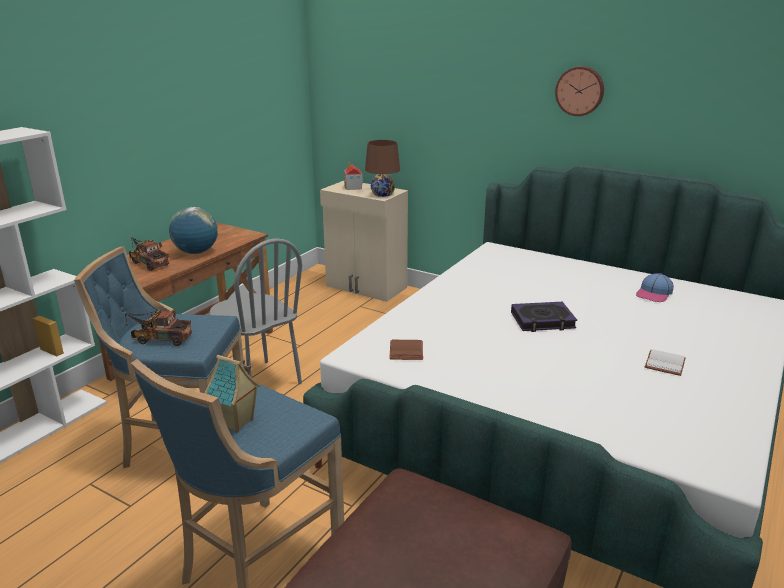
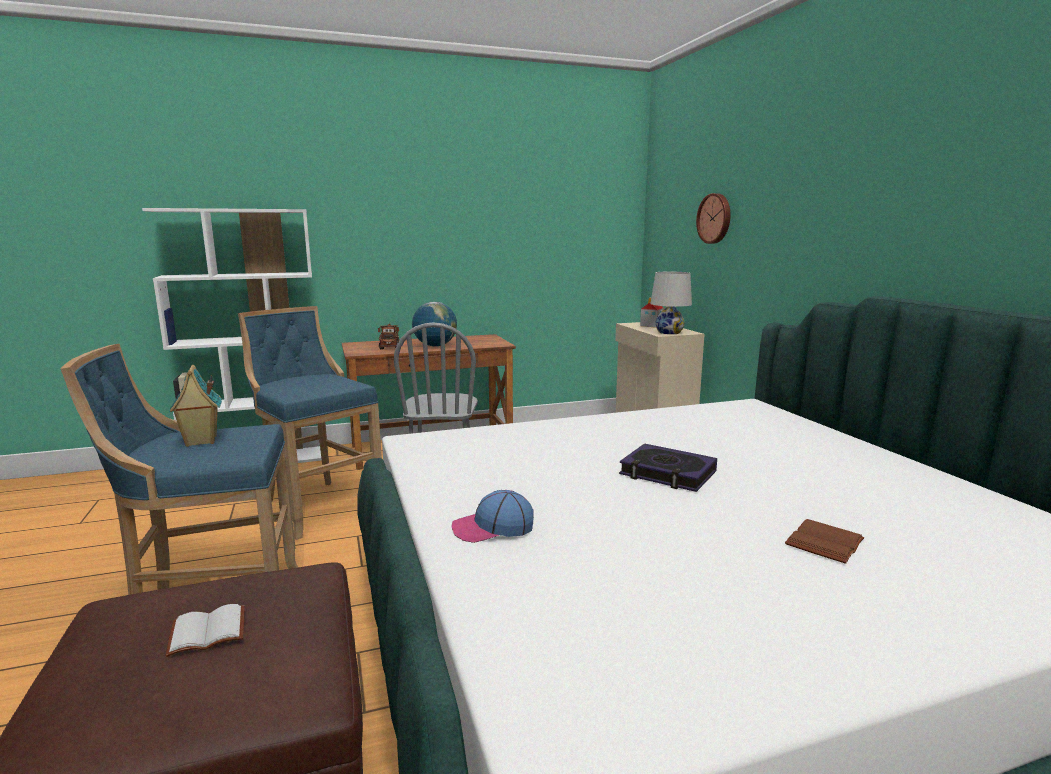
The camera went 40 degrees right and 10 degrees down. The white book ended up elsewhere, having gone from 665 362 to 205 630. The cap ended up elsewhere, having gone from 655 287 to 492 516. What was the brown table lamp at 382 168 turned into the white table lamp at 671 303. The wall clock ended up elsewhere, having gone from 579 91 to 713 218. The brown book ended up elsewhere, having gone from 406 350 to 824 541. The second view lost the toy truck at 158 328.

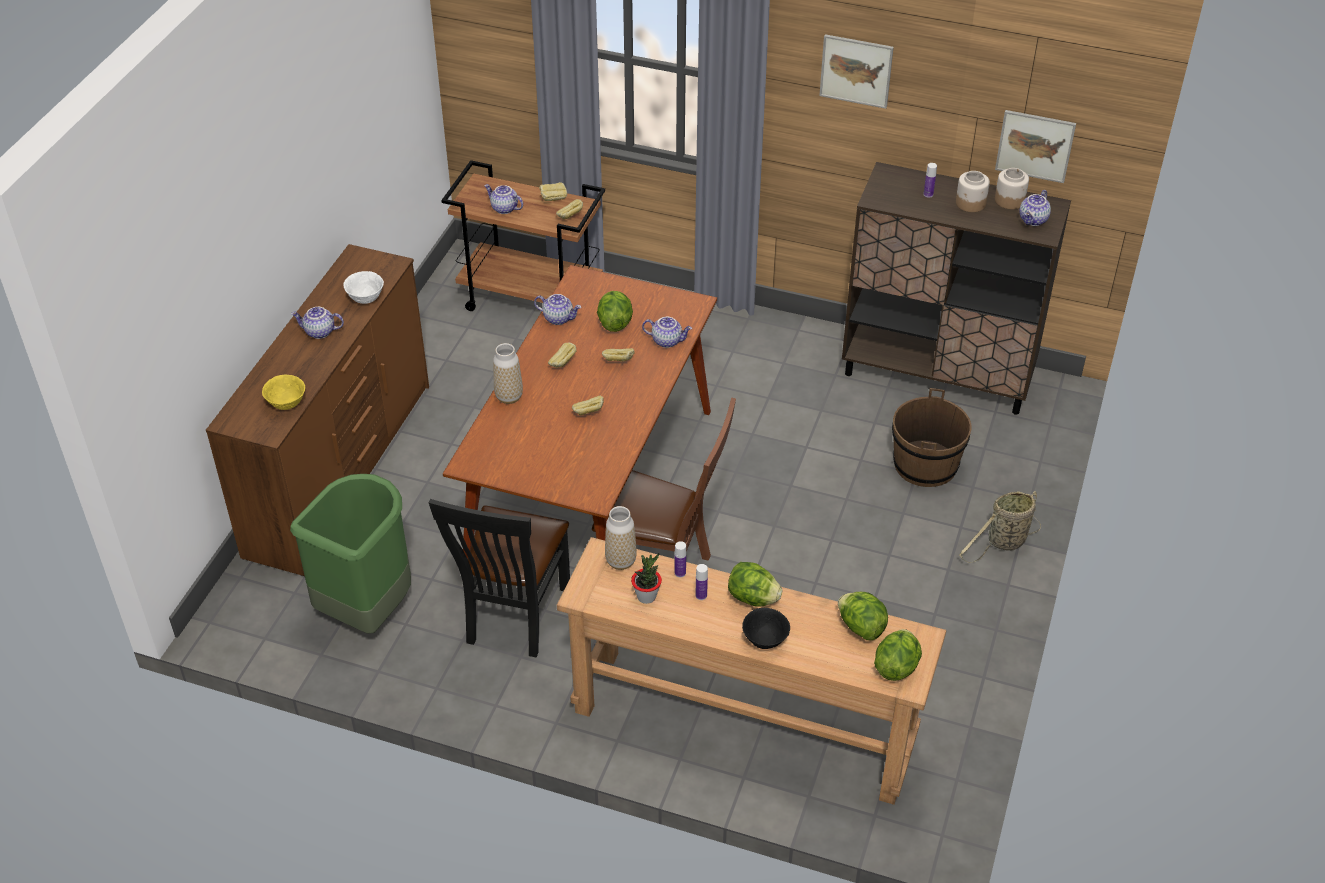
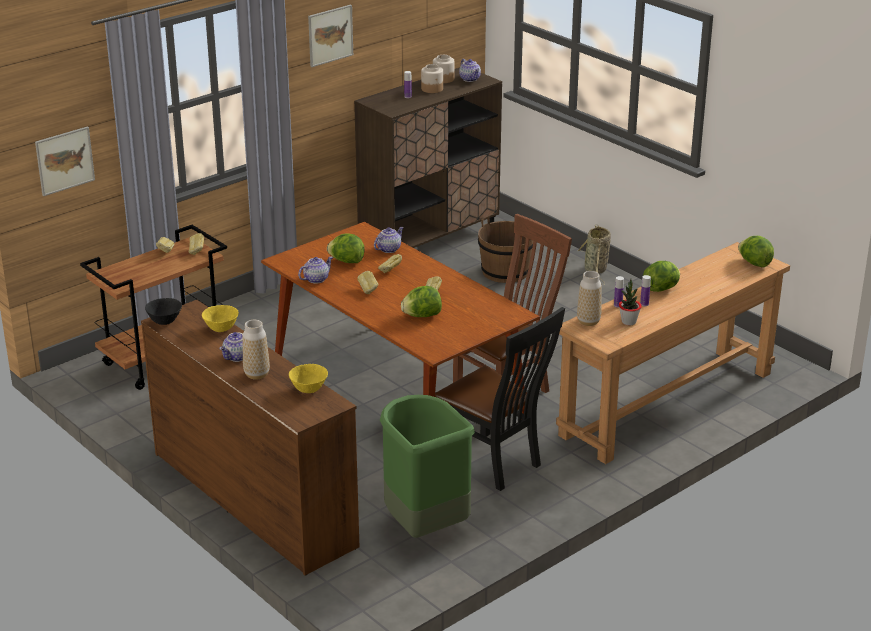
The camera went 60 degrees left and 15 degrees down. The picture ended up elsewhere, having gone from 1035 146 to 65 161. The black bowl ended up elsewhere, having gone from 766 628 to 163 311. What was the white bowl at 363 287 turned into the yellow bowl at 220 318. The vase ended up elsewhere, having gone from 508 373 to 256 350. The lettuce ended up elsewhere, having gone from 863 616 to 421 301. The second view lost the teapot at 503 199.

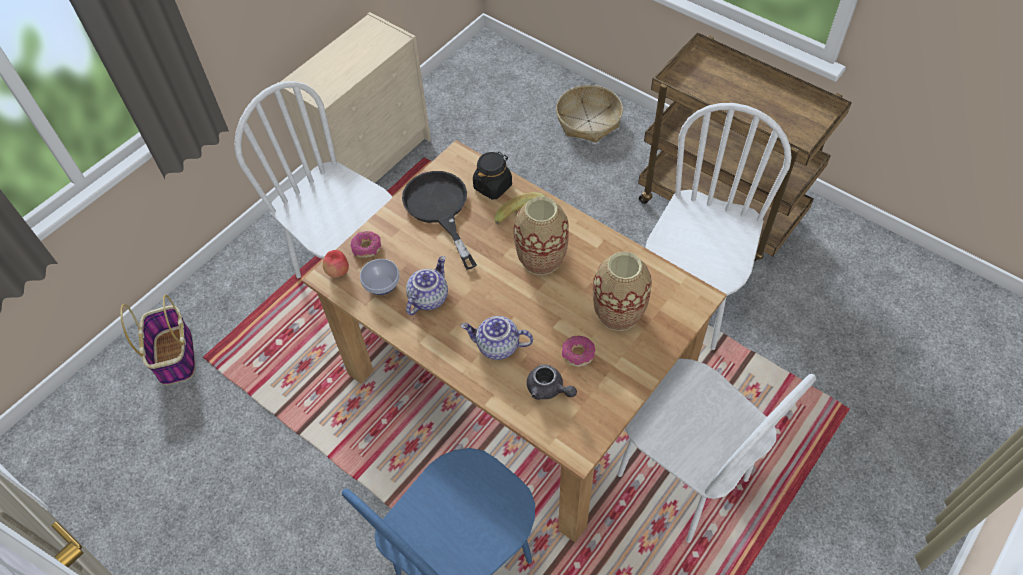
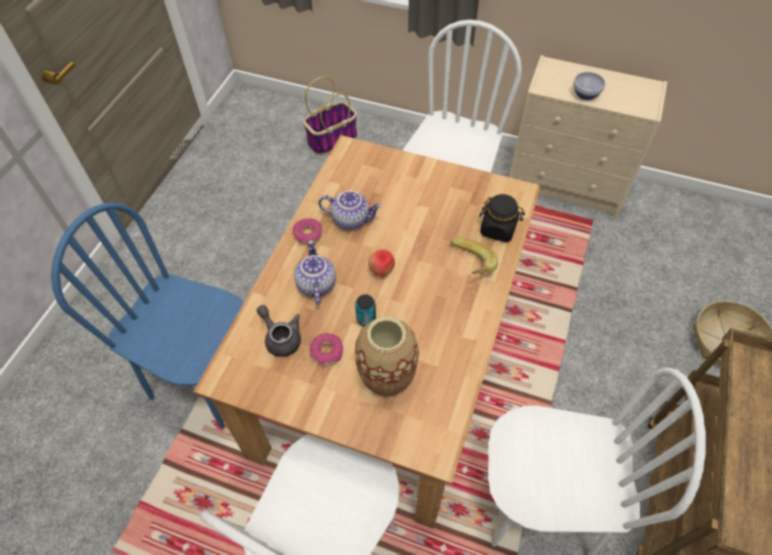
The camera went 70 degrees right and 0 degrees up. The grey teapot at 552 382 ended up facing another way, 120 degrees clockwise from before. The donut ended up elsewhere, having gone from 366 244 to 307 231. The second view gained the can at 365 310. The apple ended up elsewhere, having gone from 336 264 to 381 263. The bowl ended up elsewhere, having gone from 380 277 to 589 86. The second view lost the black frying pan at 439 220. The second view lost the vase at 541 235.

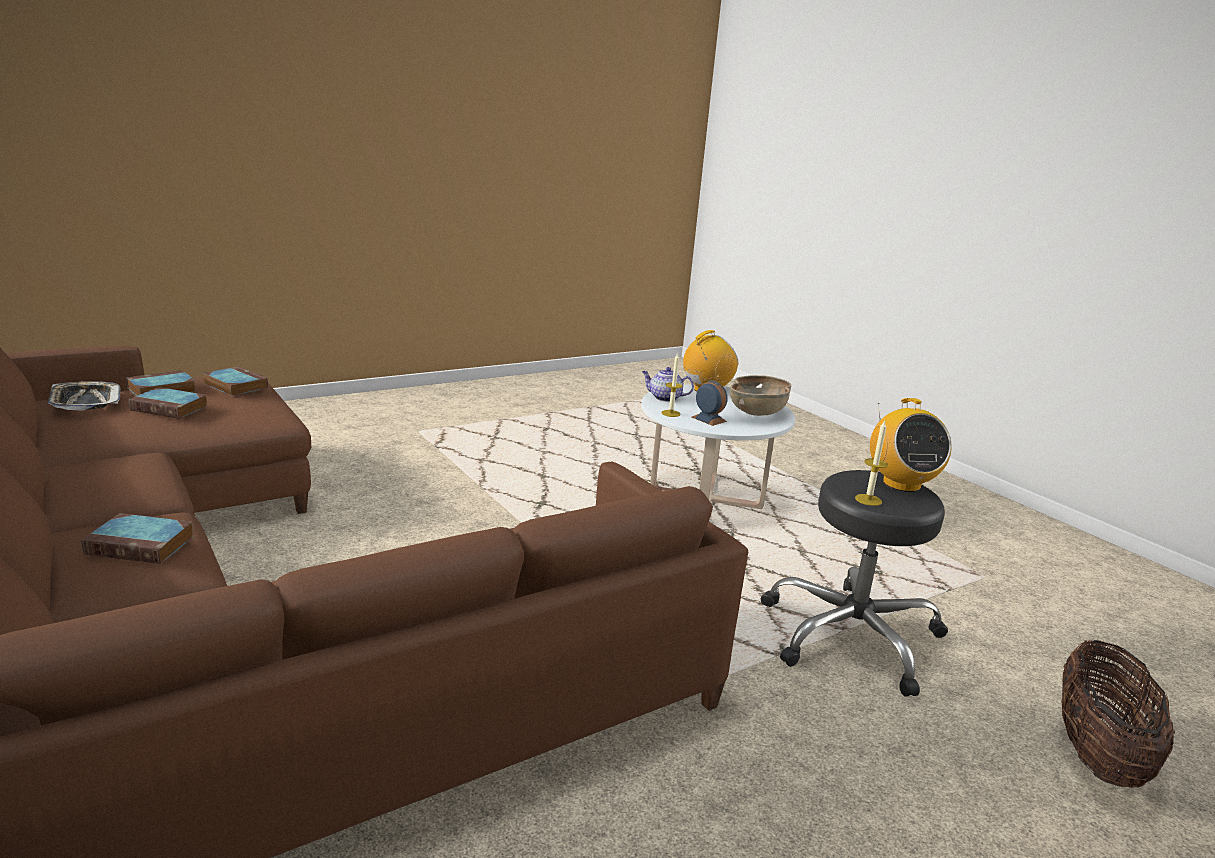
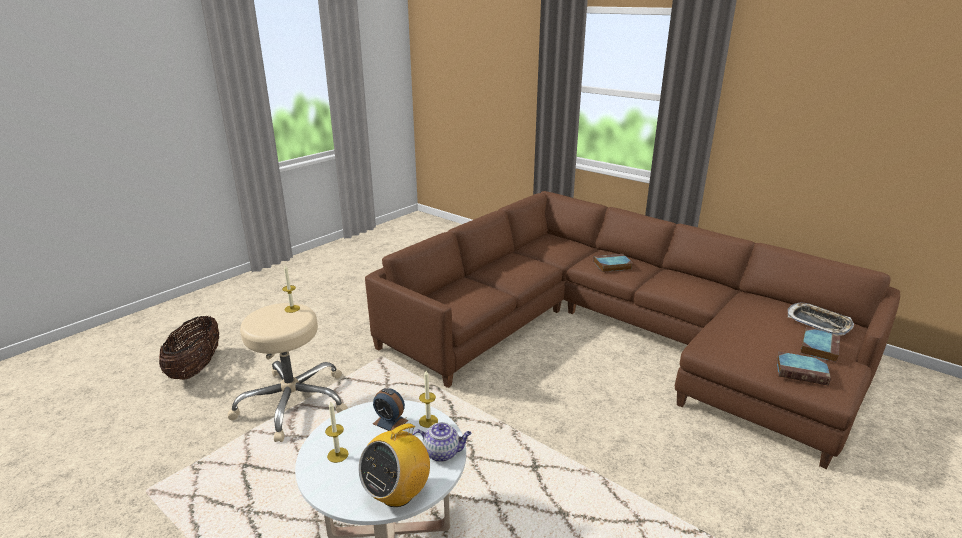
The camera went 165 degrees right and 5 degrees up. What was the black stool at 854 583 turned into the beige stool at 288 372. Where the brown bowl stood at 760 395, the candle came to stand at 337 432. The second view lost the book at 167 403. The second view lost the radio at 911 445.

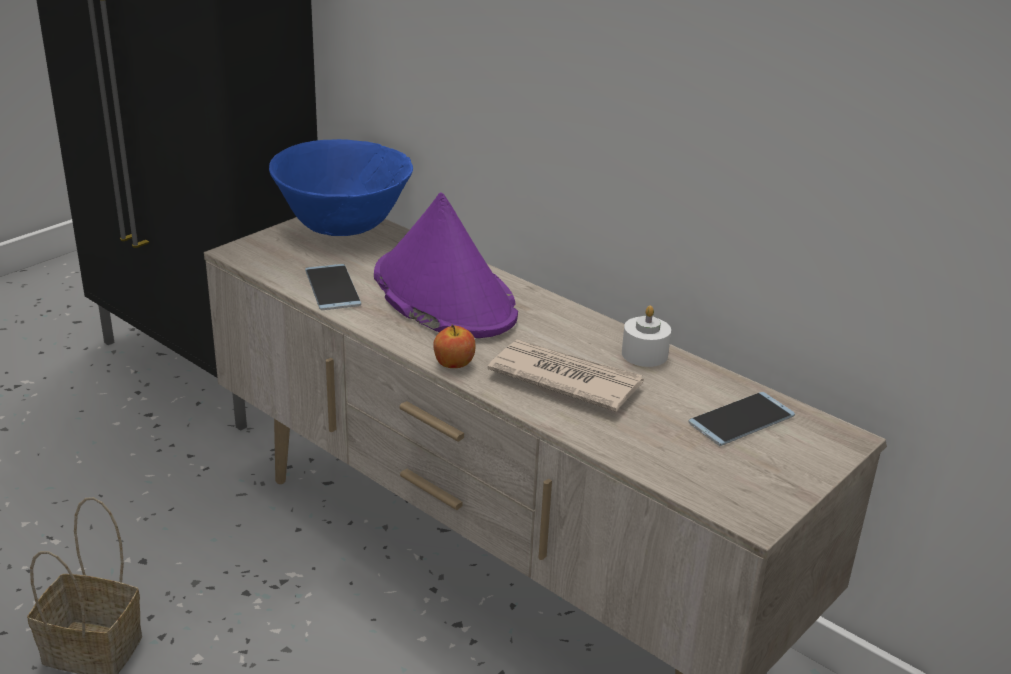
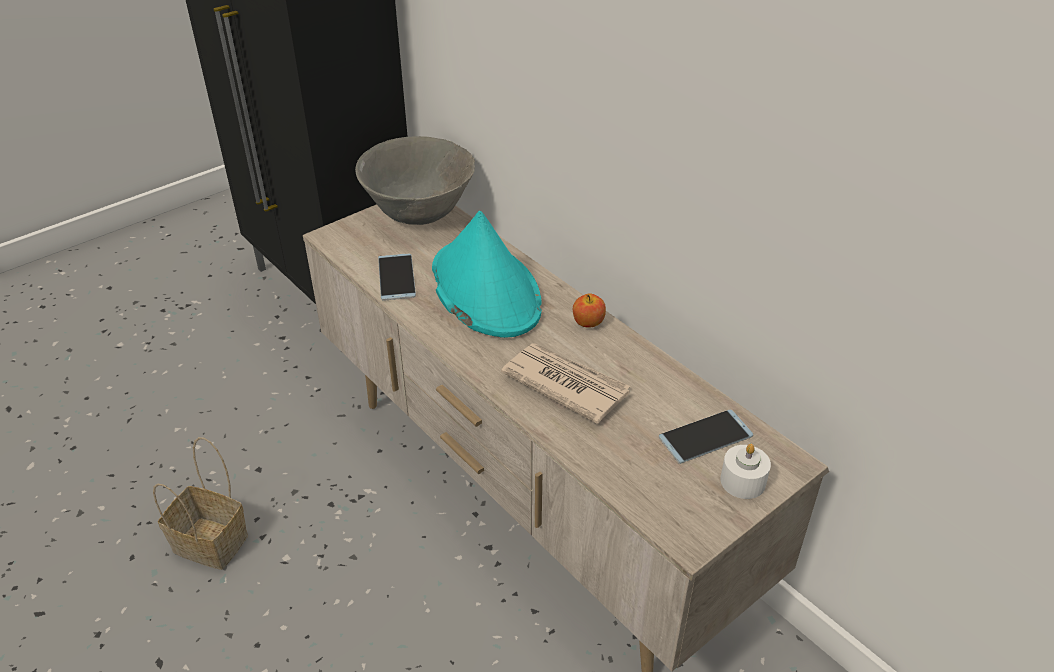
The camera went 10 degrees right and 10 degrees up. What was the blue bowl at 341 187 turned into the grey bowl at 415 180. What was the purple hat at 446 265 turned into the turquoise hat at 487 274. The apple ended up elsewhere, having gone from 454 346 to 589 310. The white candle ended up elsewhere, having gone from 646 336 to 745 471.

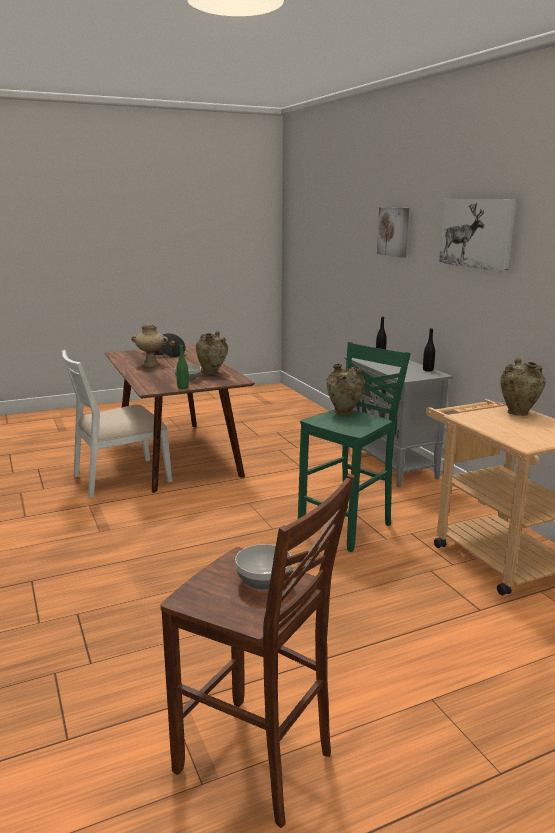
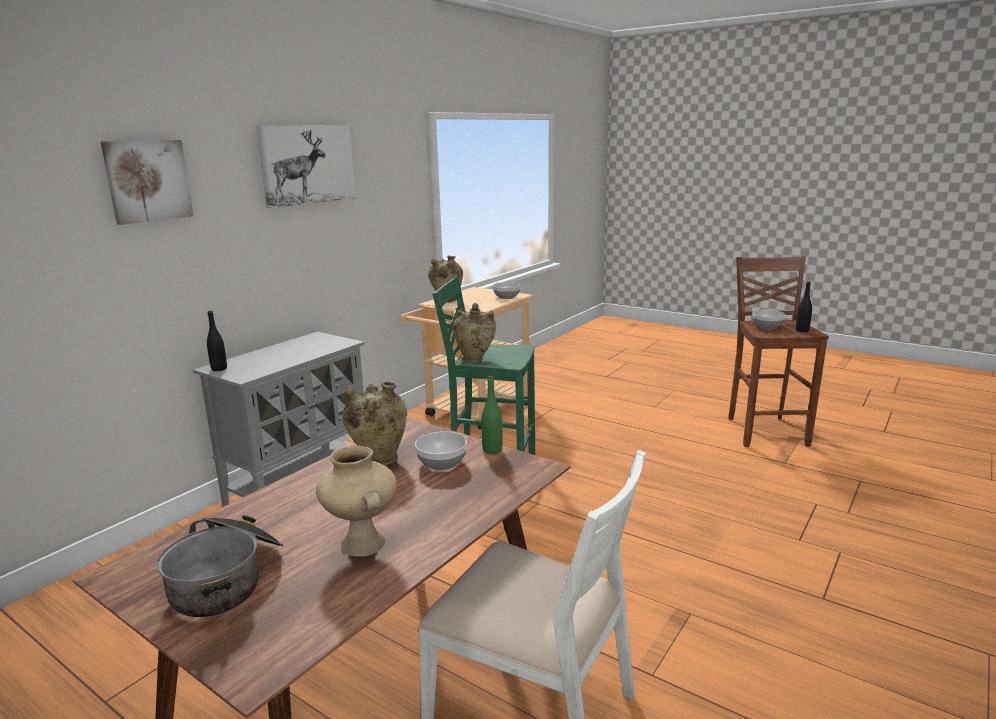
The camera went 120 degrees left and 0 degrees up. The second view gained the bowl at 507 290. The black bottle ended up elsewhere, having gone from 429 349 to 804 306.

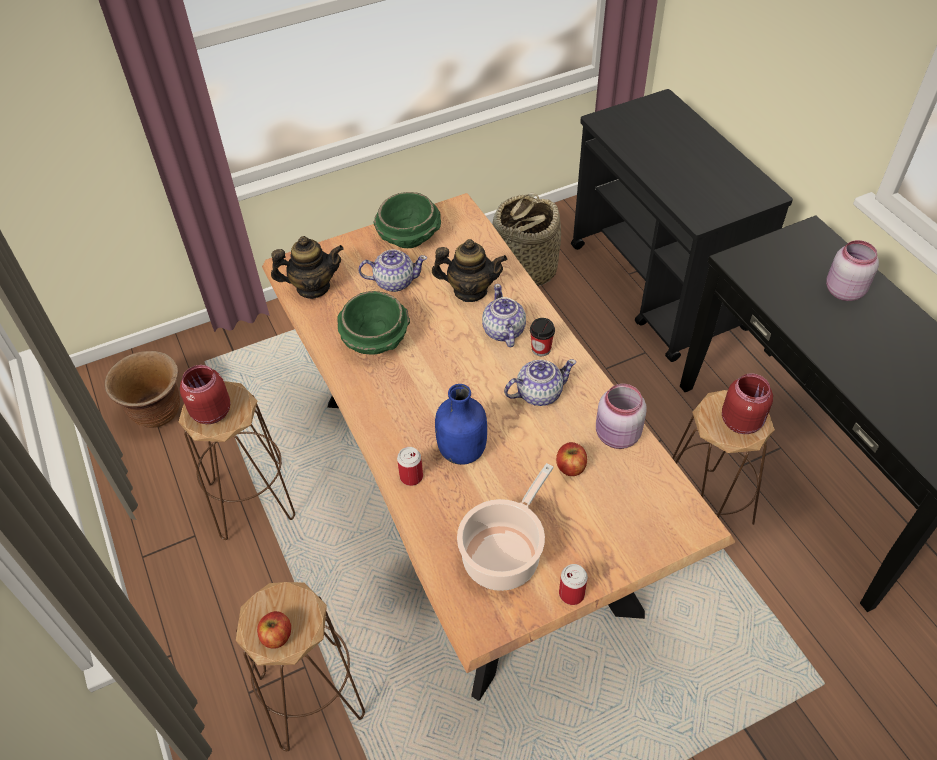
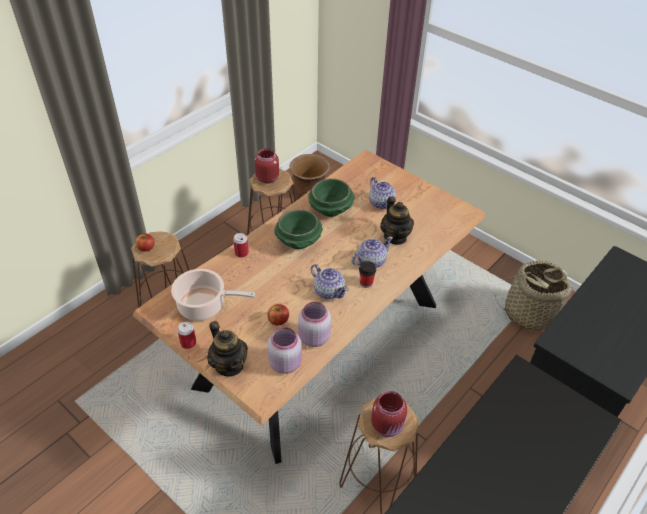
The camera went 65 degrees right and 5 degrees down. The teapot ended up elsewhere, having gone from 307 267 to 227 348. The pink jar ended up elsewhere, having gone from 852 270 to 284 350. The green bowl ended up elsewhere, having gone from 407 220 to 298 229. The second view lost the blue bottle at 461 424.

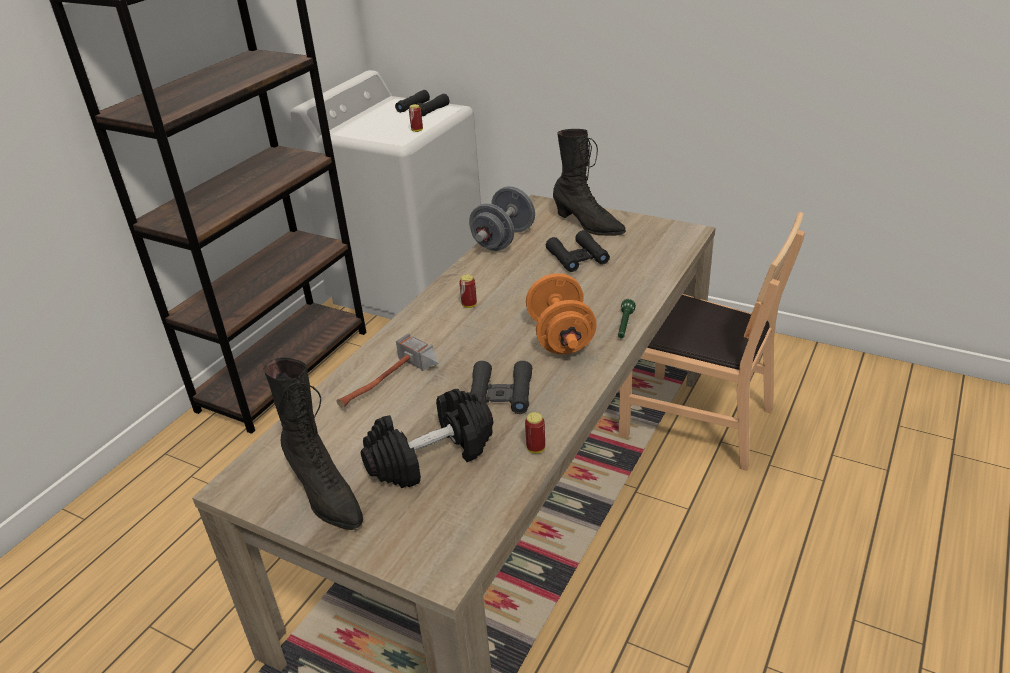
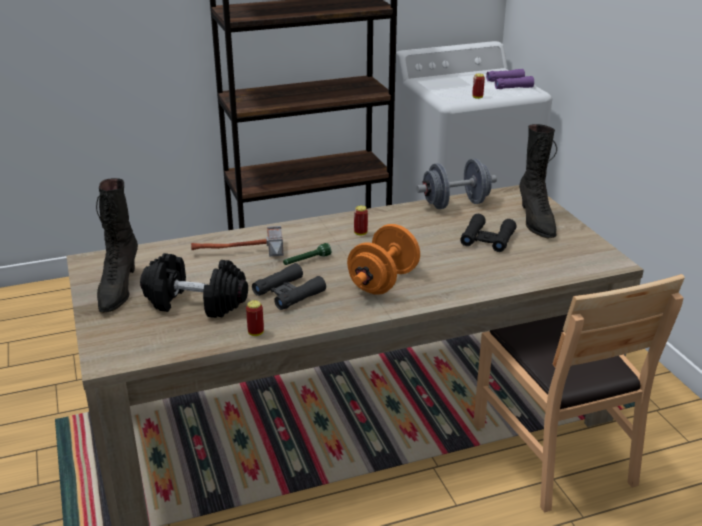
The camera went 40 degrees right and 5 degrees down. The green flashlight ended up elsewhere, having gone from 627 318 to 307 254. What was the black binoculars at 422 103 turned into the purple binoculars at 510 79.

